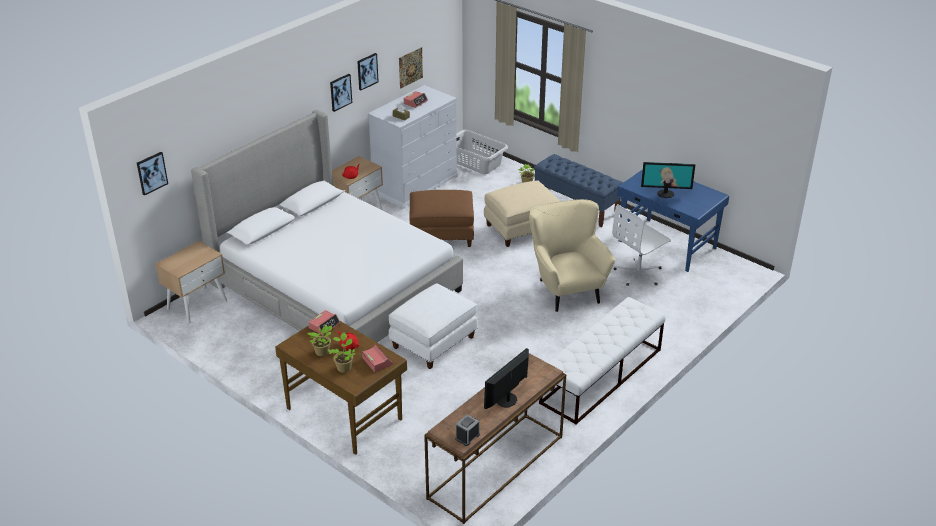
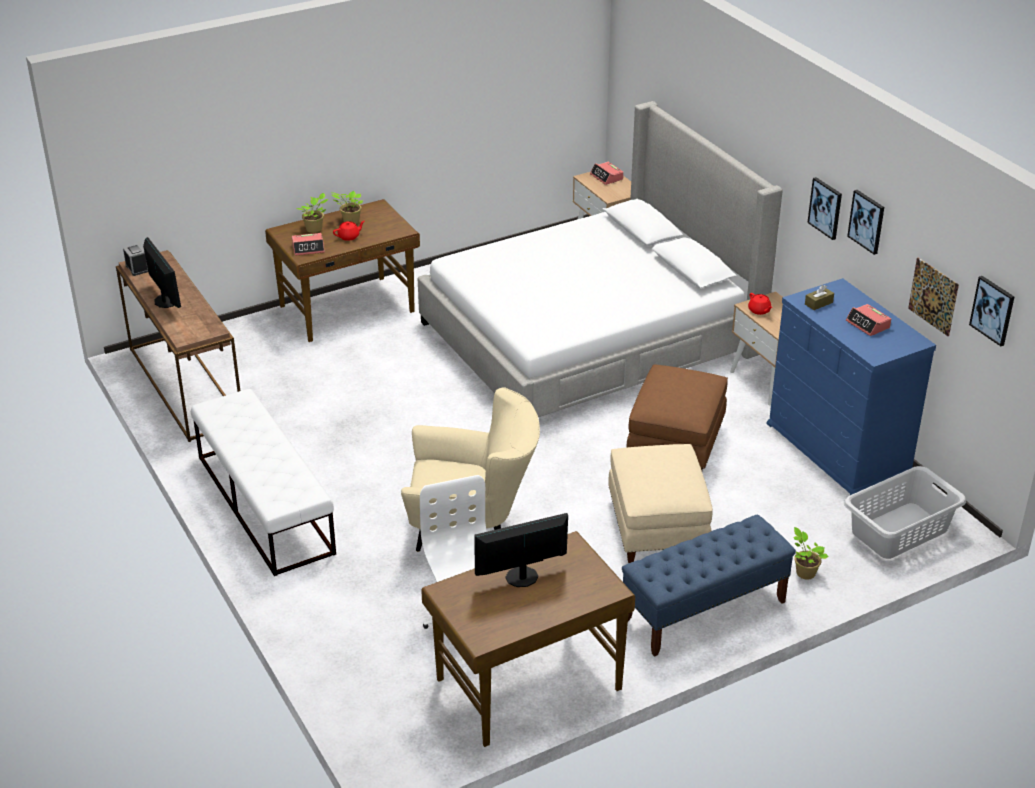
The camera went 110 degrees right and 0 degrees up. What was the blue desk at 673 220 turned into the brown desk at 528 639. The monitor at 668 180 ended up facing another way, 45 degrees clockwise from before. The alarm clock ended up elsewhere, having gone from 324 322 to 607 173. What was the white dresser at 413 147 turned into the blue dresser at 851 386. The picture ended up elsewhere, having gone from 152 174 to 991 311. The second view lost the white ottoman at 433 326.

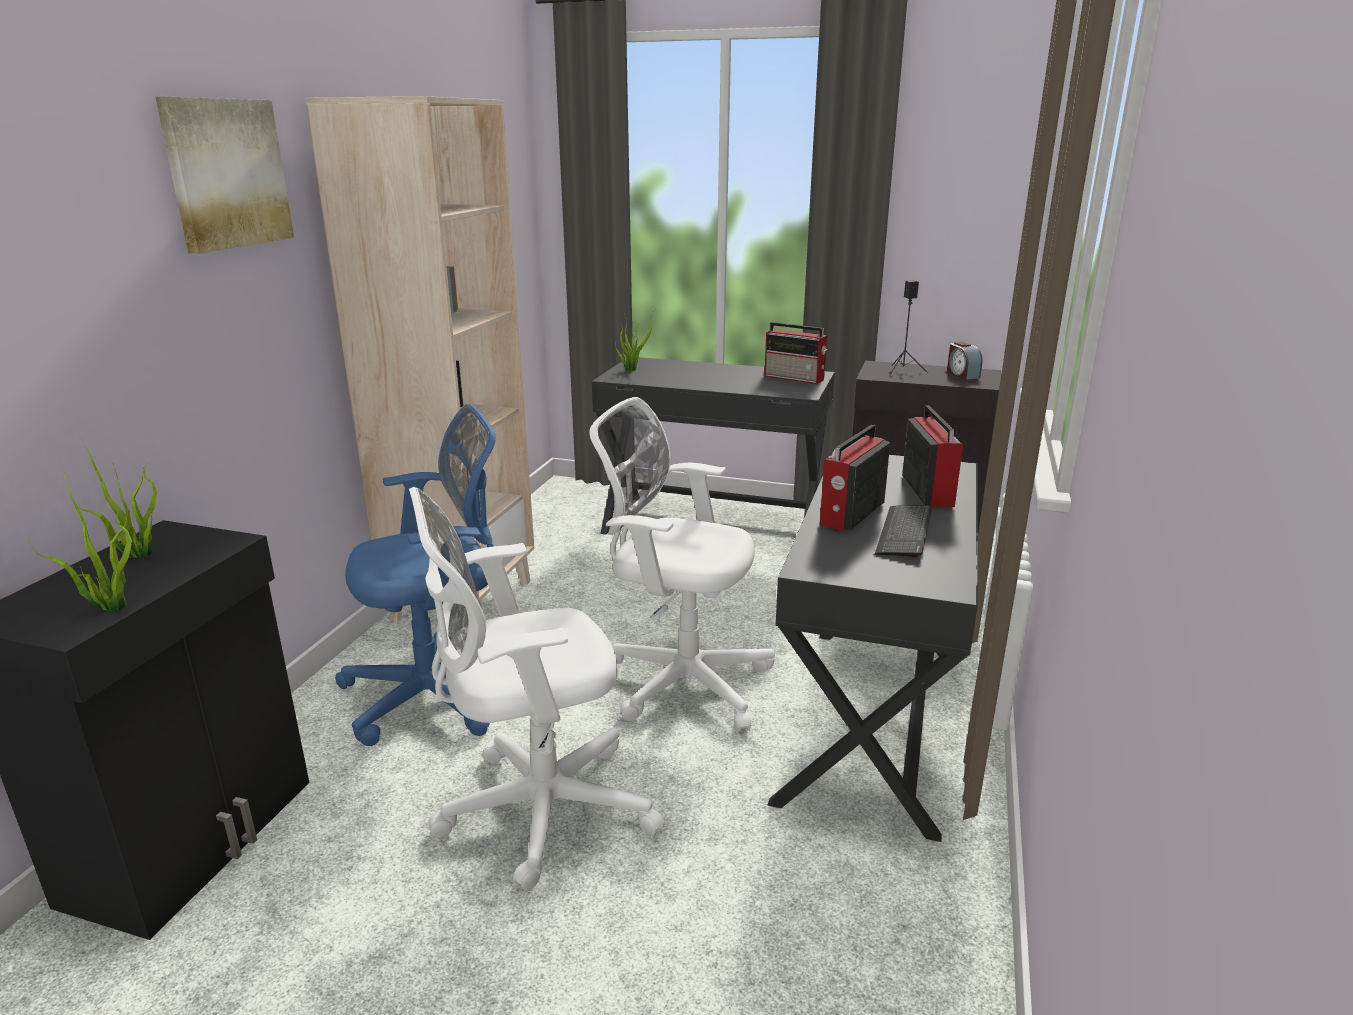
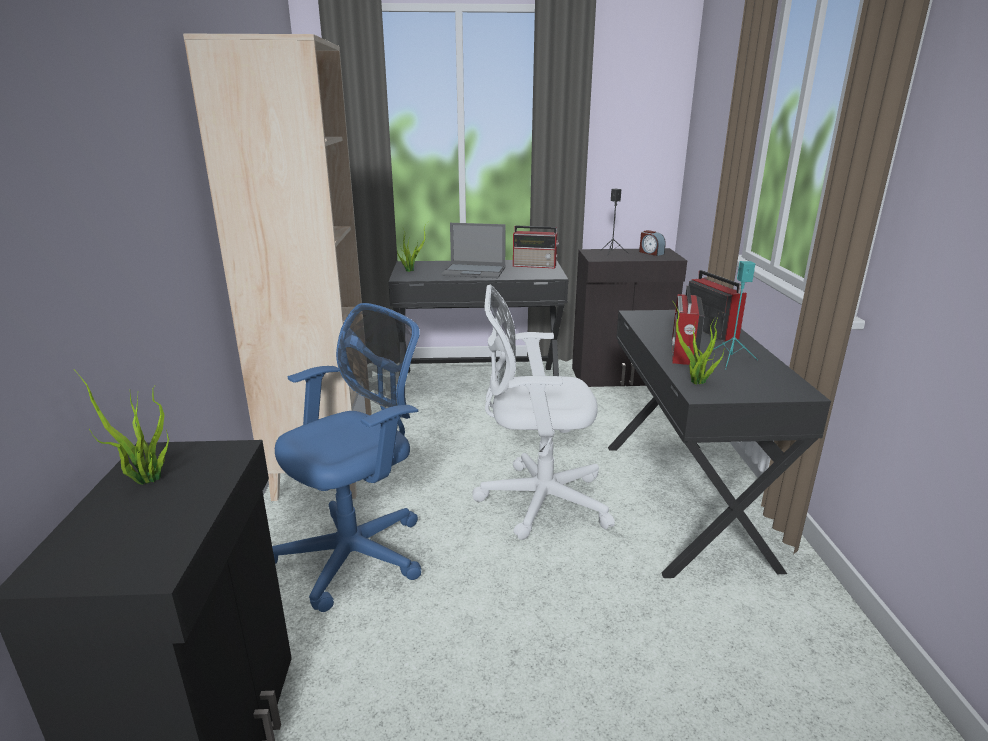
The camera went 20 degrees left and 0 degrees up. The second view gained the laptop at 473 250. The potted plant ended up elsewhere, having gone from 80 542 to 698 343. Where the keyboard stood at 903 532, the turquoise speaker came to stand at 735 315. The second view lost the picture at 224 175. The second view lost the white office chair at 536 689.

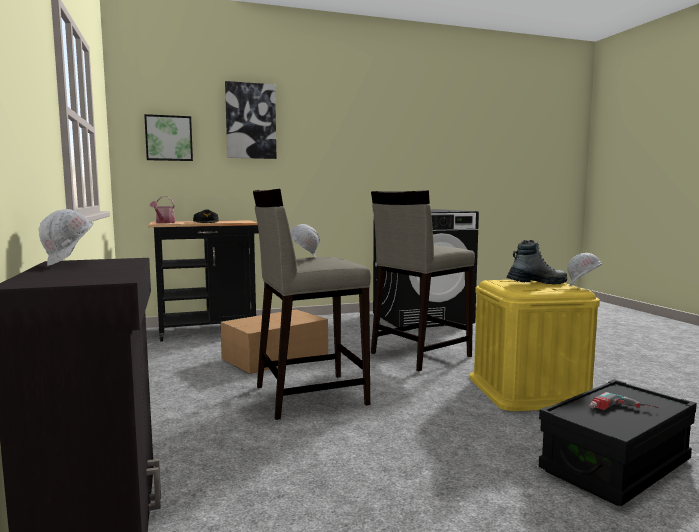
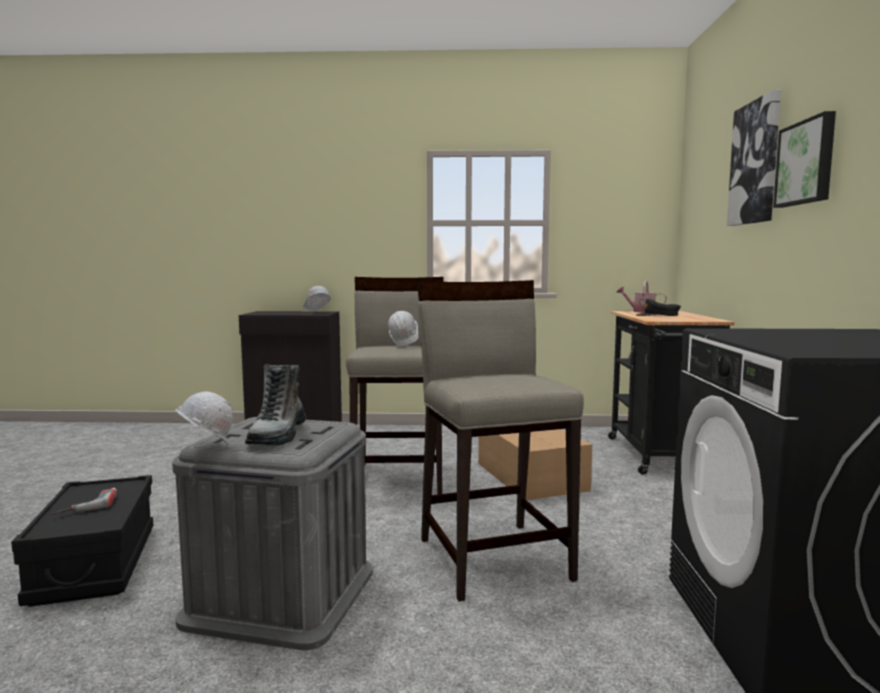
The camera went 110 degrees right and 0 degrees up. What was the yellow storage box at 535 345 turned into the grey storage box at 272 533. The picture ended up elsewhere, having gone from 168 137 to 804 159.

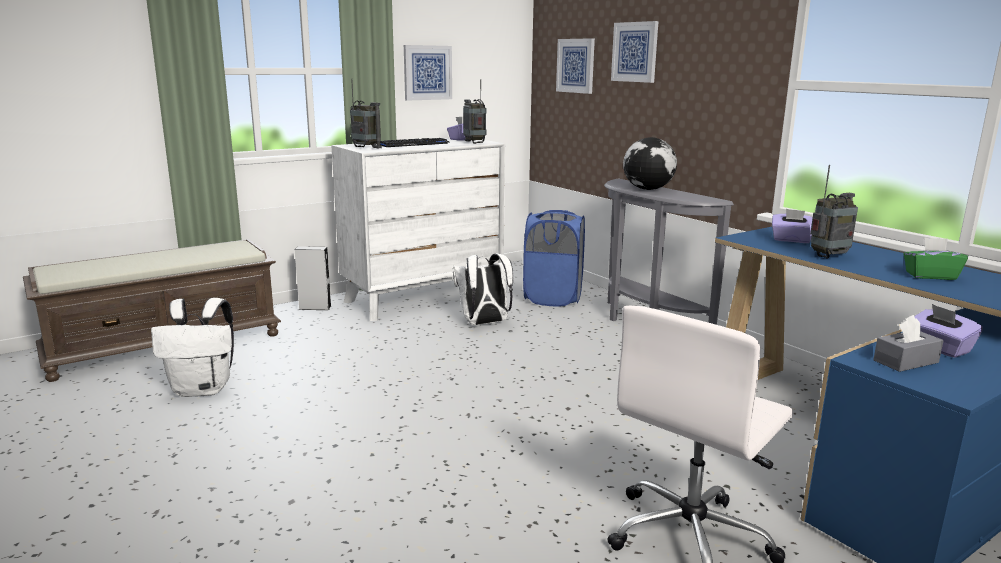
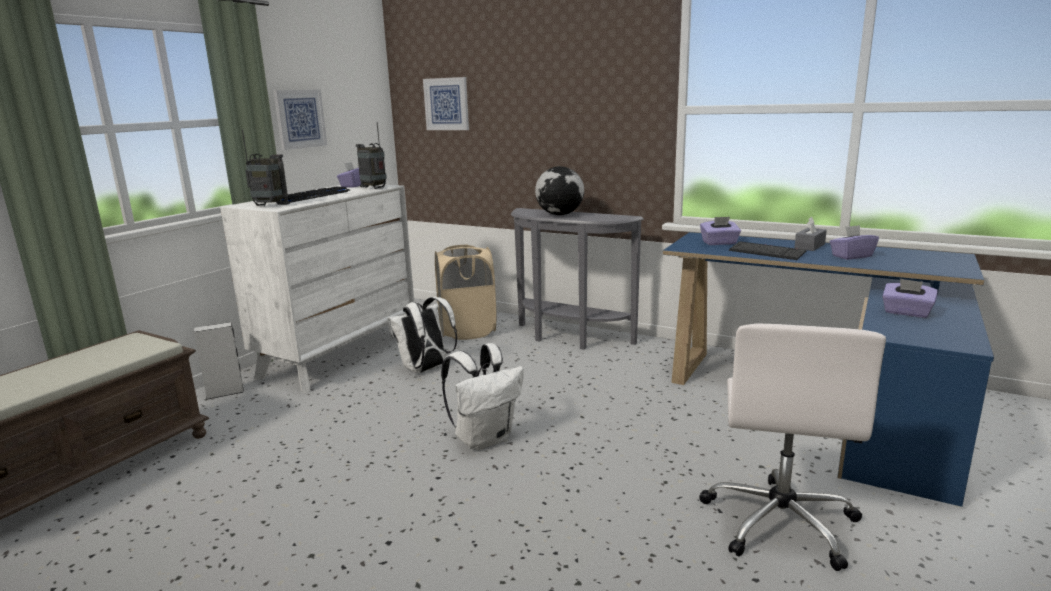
The camera went 25 degrees left and 0 degrees up. What was the blue laundry basket at 554 258 turned into the beige laundry basket at 465 292. The white backpack ended up elsewhere, having gone from 192 347 to 482 396. Where the radio stood at 834 211, the keyboard came to stand at 767 250. The grey tissue box ended up elsewhere, having gone from 908 343 to 810 234. What was the green tissue box at 936 258 turned into the purple tissue box at 854 242. The second view lost the picture at 635 52.

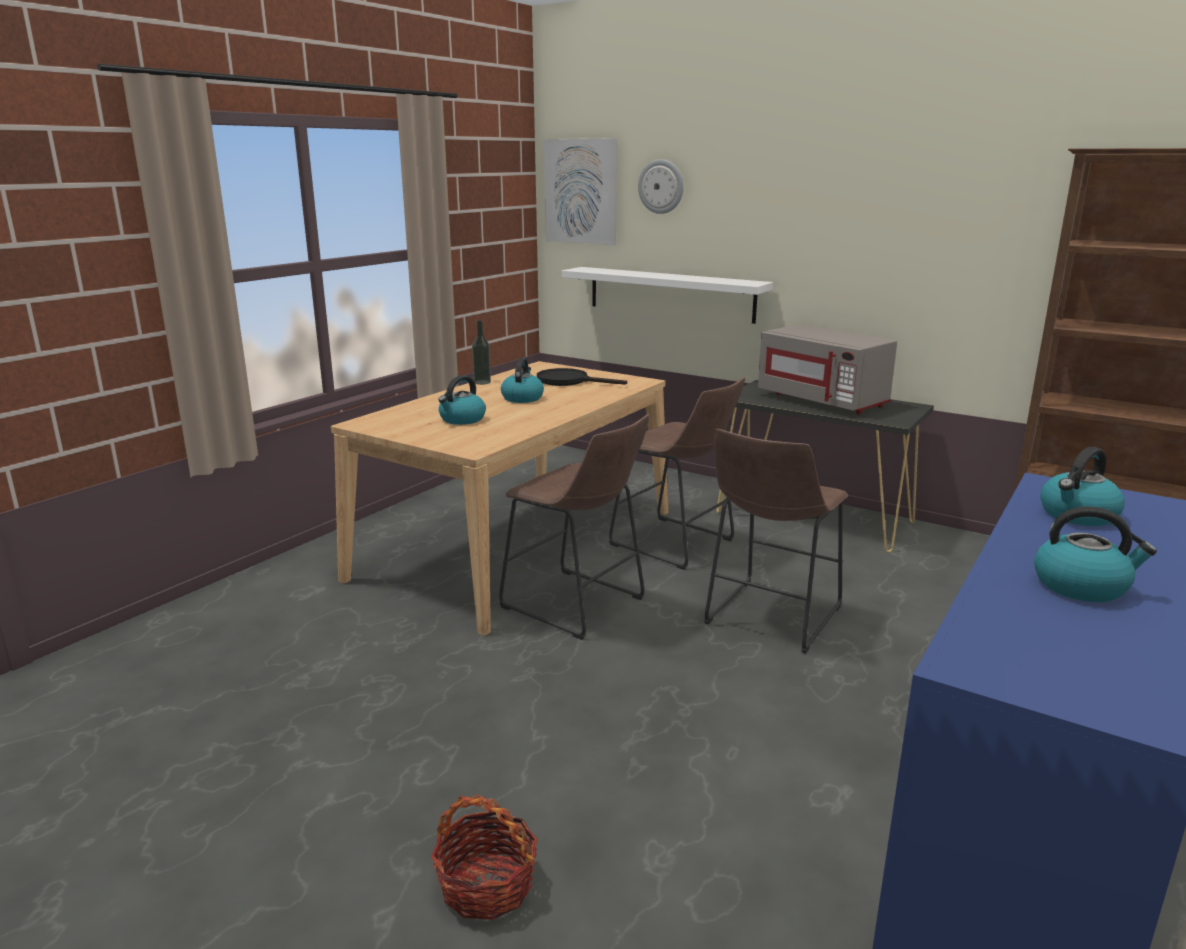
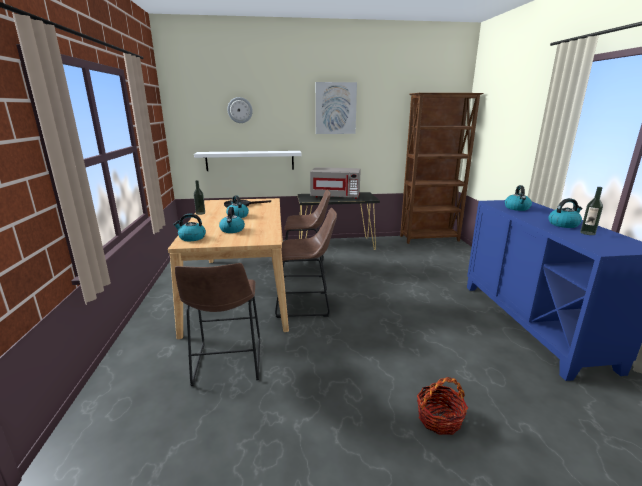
The camera went 40 degrees left and 0 degrees up. The second view gained the kettle at 189 227. The brown stool ended up elsewhere, having gone from 776 541 to 217 324. The picture ended up elsewhere, having gone from 580 191 to 336 108. The second view gained the bottle at 591 211.

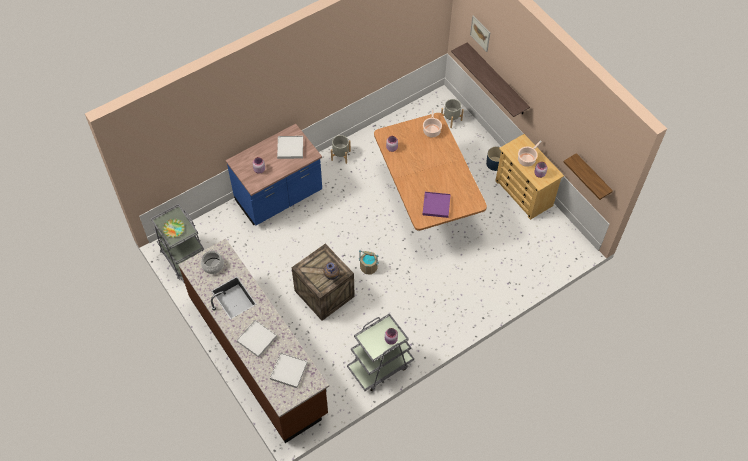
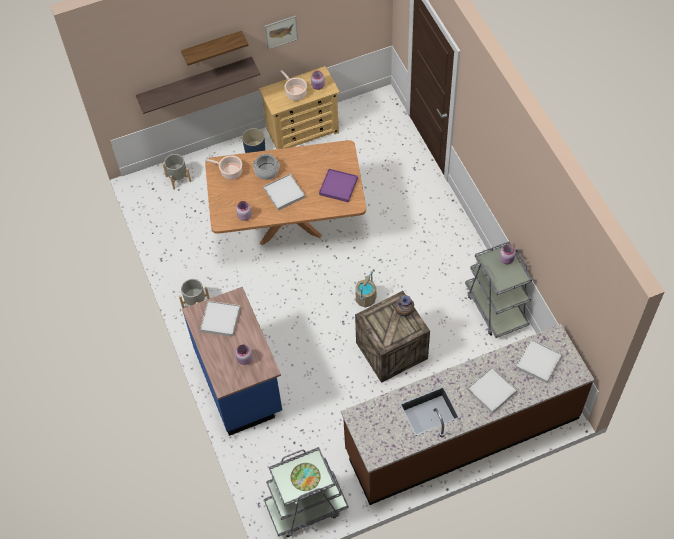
The camera went 75 degrees left and 0 degrees up. The shelf ended up elsewhere, having gone from 588 176 to 215 48. The cooking pot ended up elsewhere, having gone from 212 261 to 266 167. The second view gained the white tray at 284 192. The picture ended up elsewhere, having gone from 480 33 to 281 32.

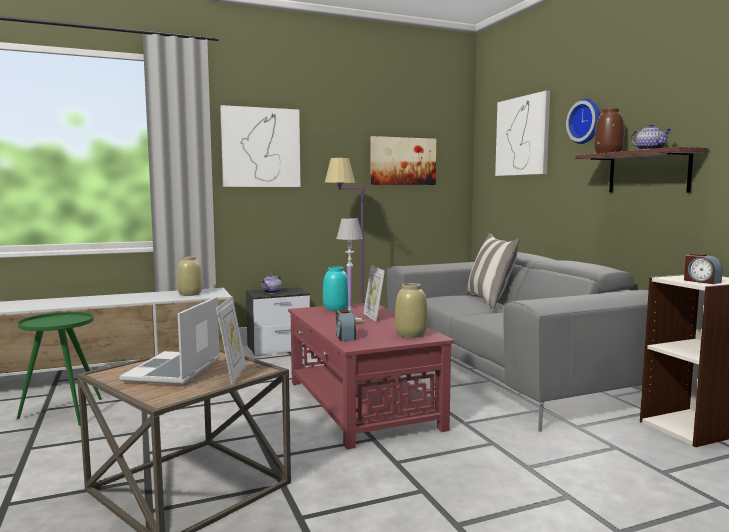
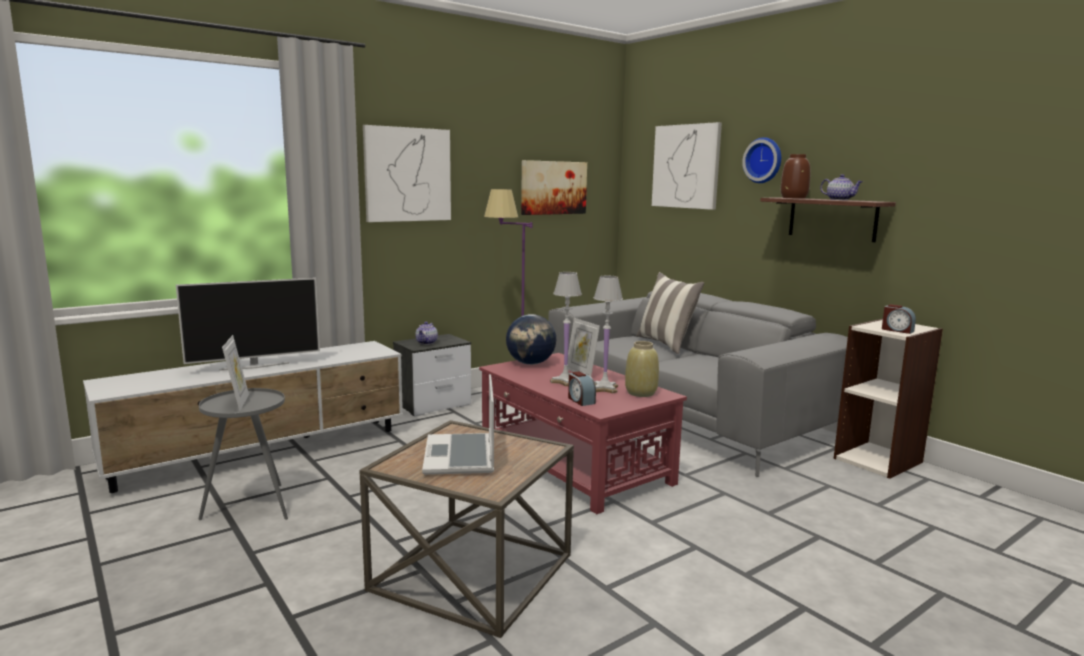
The camera went 15 degrees left and 5 degrees up. The second view gained the television at 248 324. What was the green side table at 59 369 turned into the grey side table at 243 454. The picture frame ended up elsewhere, having gone from 231 340 to 235 373. Where the turquoise vase stood at 335 288, the globe came to stand at 531 339. The second view gained the white table lamp at 608 334. The second view lost the beige vase at 189 276.

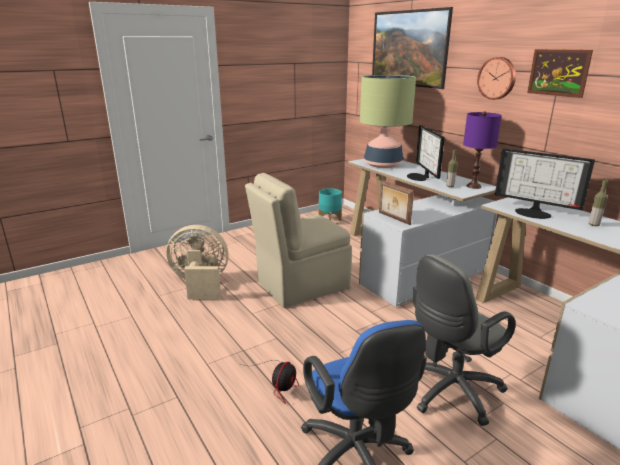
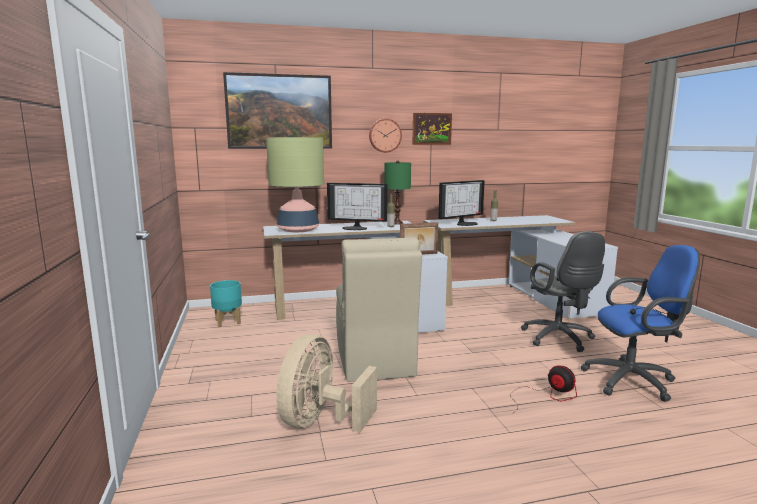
The camera went 70 degrees left and 10 degrees down. What was the purple table lamp at 482 150 turned into the green table lamp at 397 192.

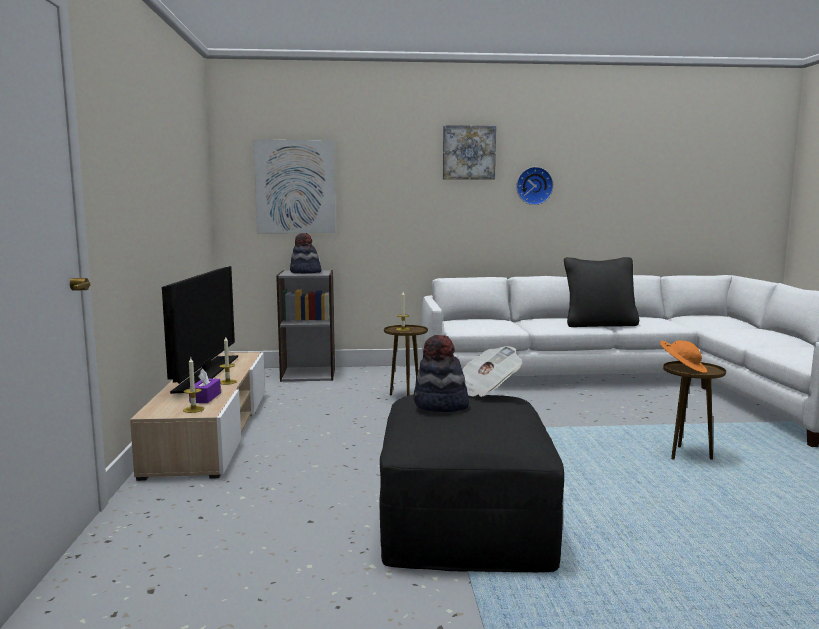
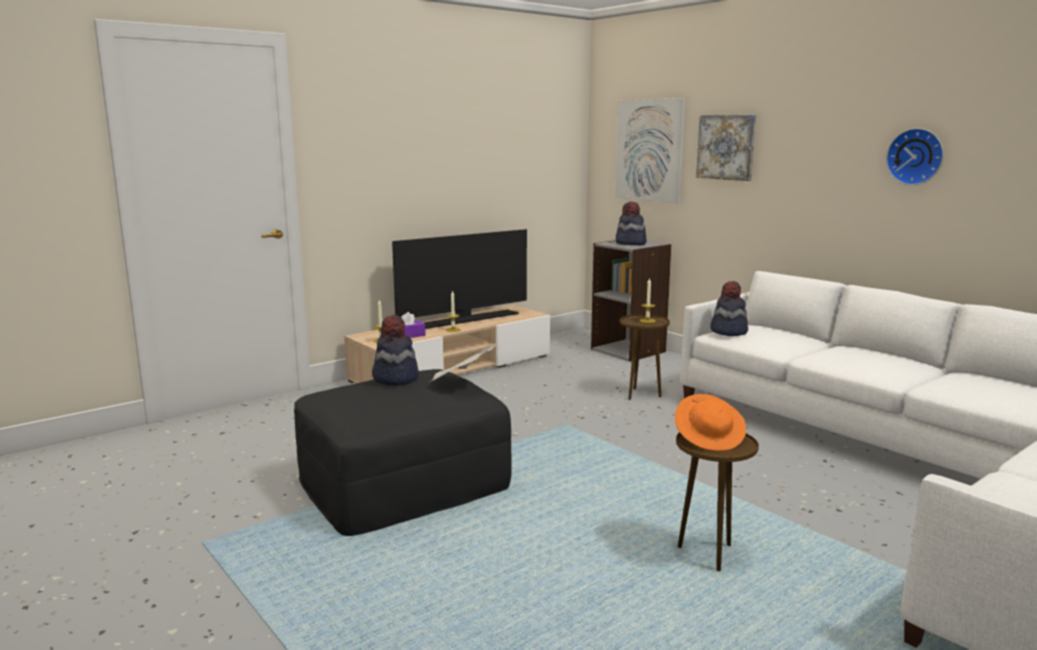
The camera went 55 degrees right and 5 degrees up. The picture ended up elsewhere, having gone from 469 152 to 726 148. The second view gained the hat at 729 308. The second view lost the black pillow at 601 292.

